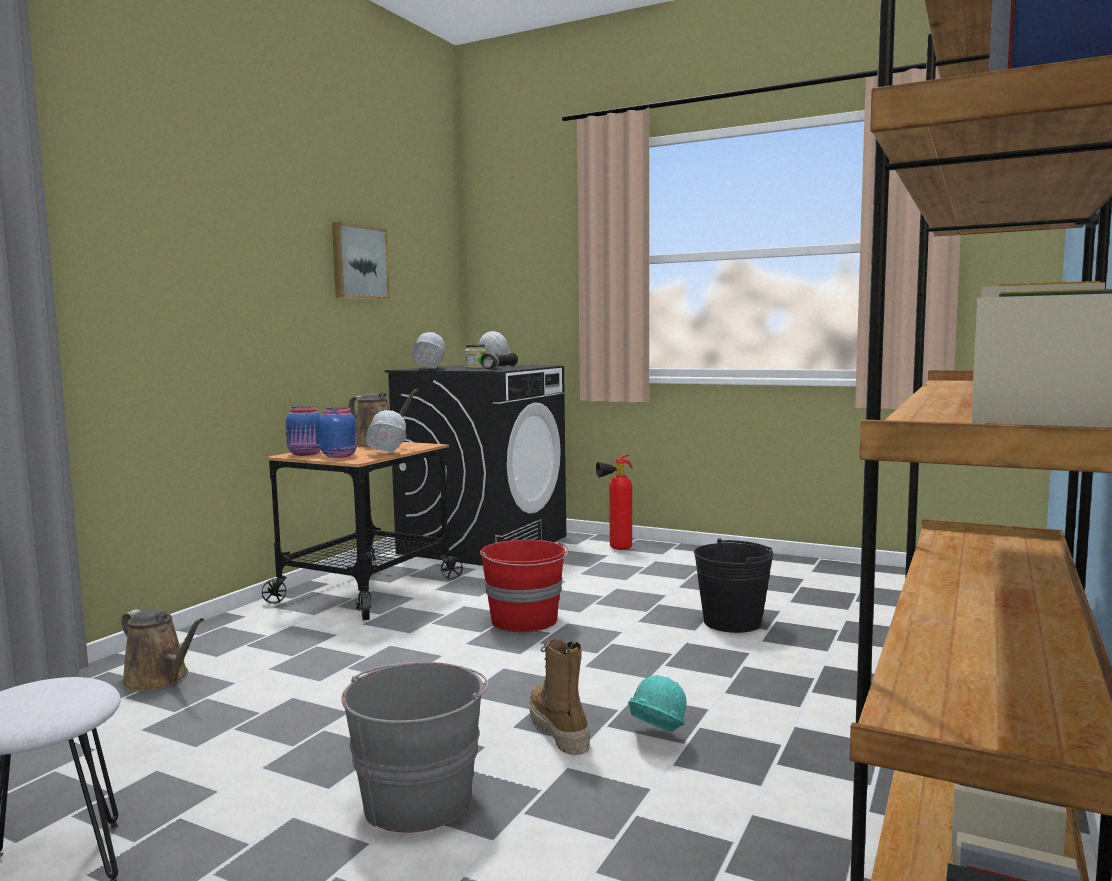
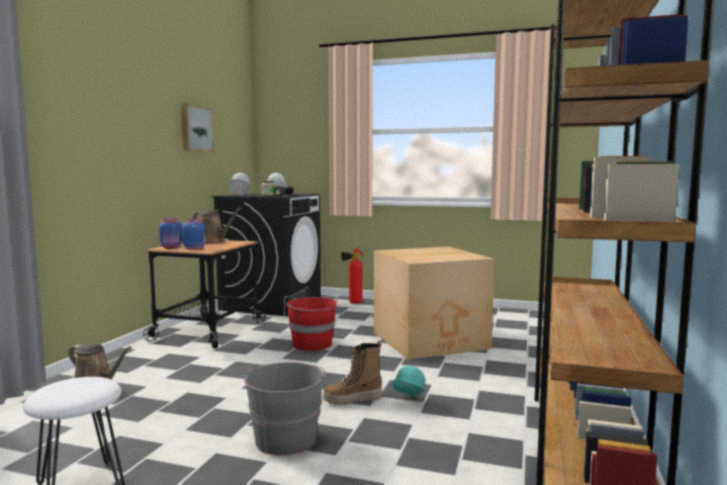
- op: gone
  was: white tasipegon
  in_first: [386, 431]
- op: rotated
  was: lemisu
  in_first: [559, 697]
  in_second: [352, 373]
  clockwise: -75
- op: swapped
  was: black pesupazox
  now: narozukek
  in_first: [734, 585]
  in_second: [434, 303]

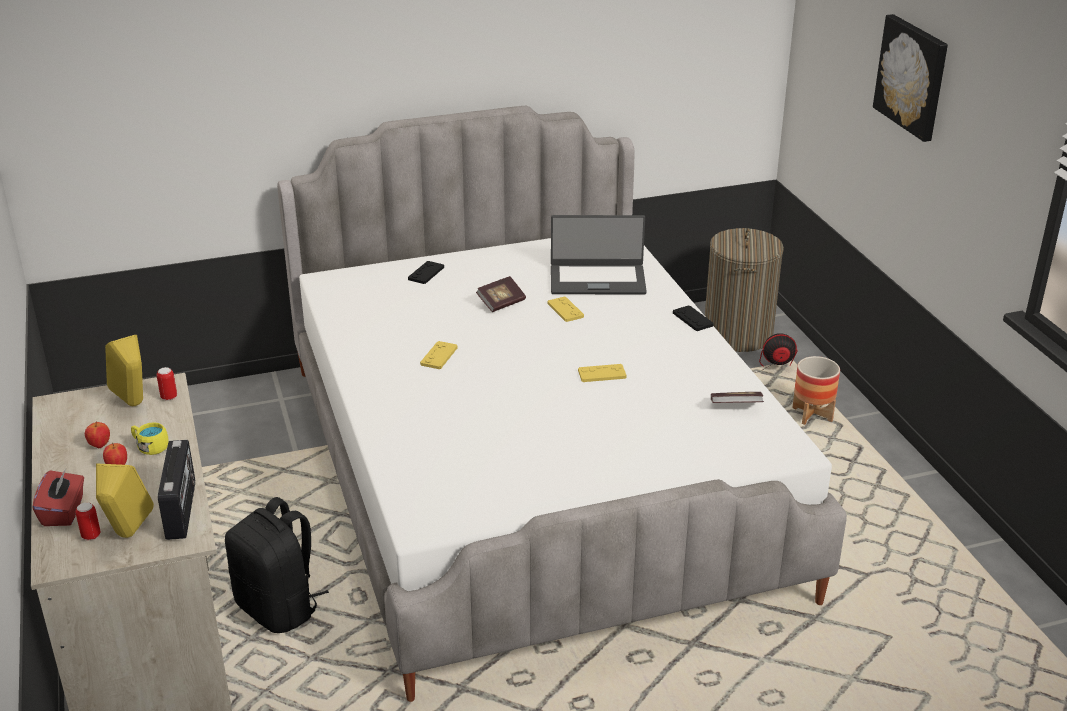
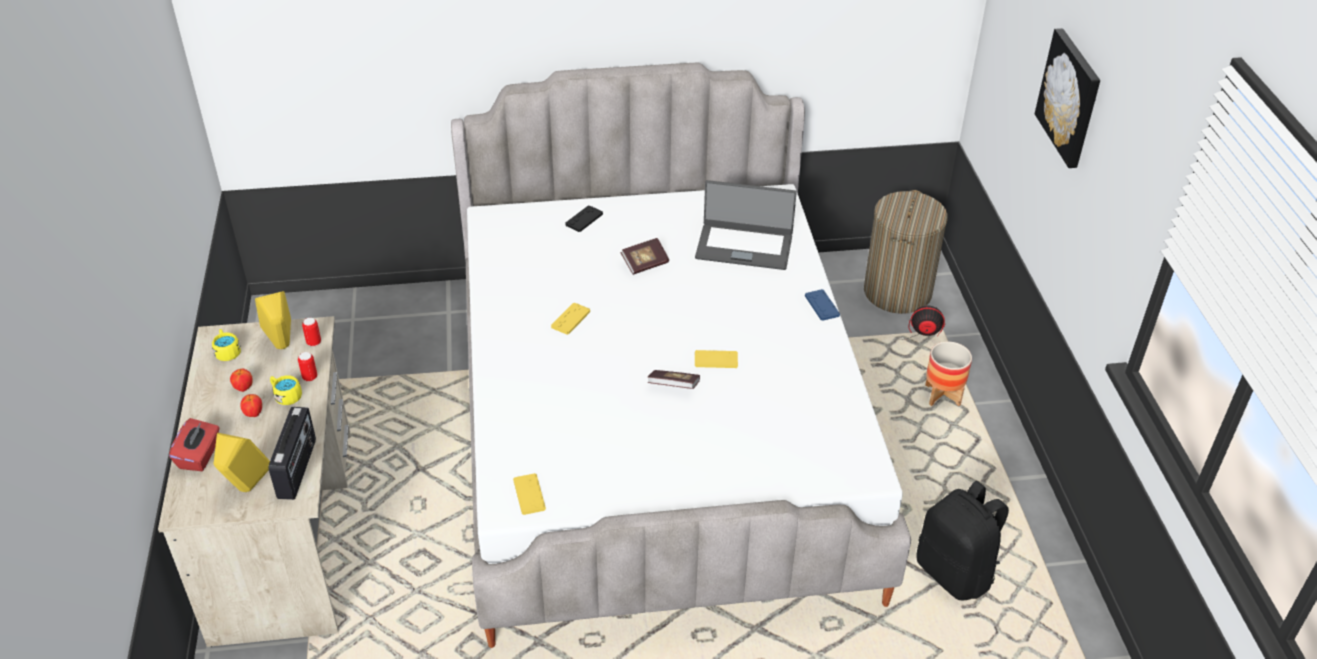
- op: shifted
  was: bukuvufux
  in_first: [88, 521]
  in_second: [307, 367]
- op: shifted
  was: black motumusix
  in_first: [277, 565]
  in_second: [963, 540]
- op: shifted
  was: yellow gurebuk
  in_first: [565, 309]
  in_second: [529, 494]
- op: repainted
  was: black gurebuk
  now: blue gurebuk
  in_first: [693, 318]
  in_second: [822, 305]
- op: shifted
  was: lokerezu
  in_first: [737, 397]
  in_second: [674, 379]
- op: new
  now: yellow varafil
  in_second: [226, 345]

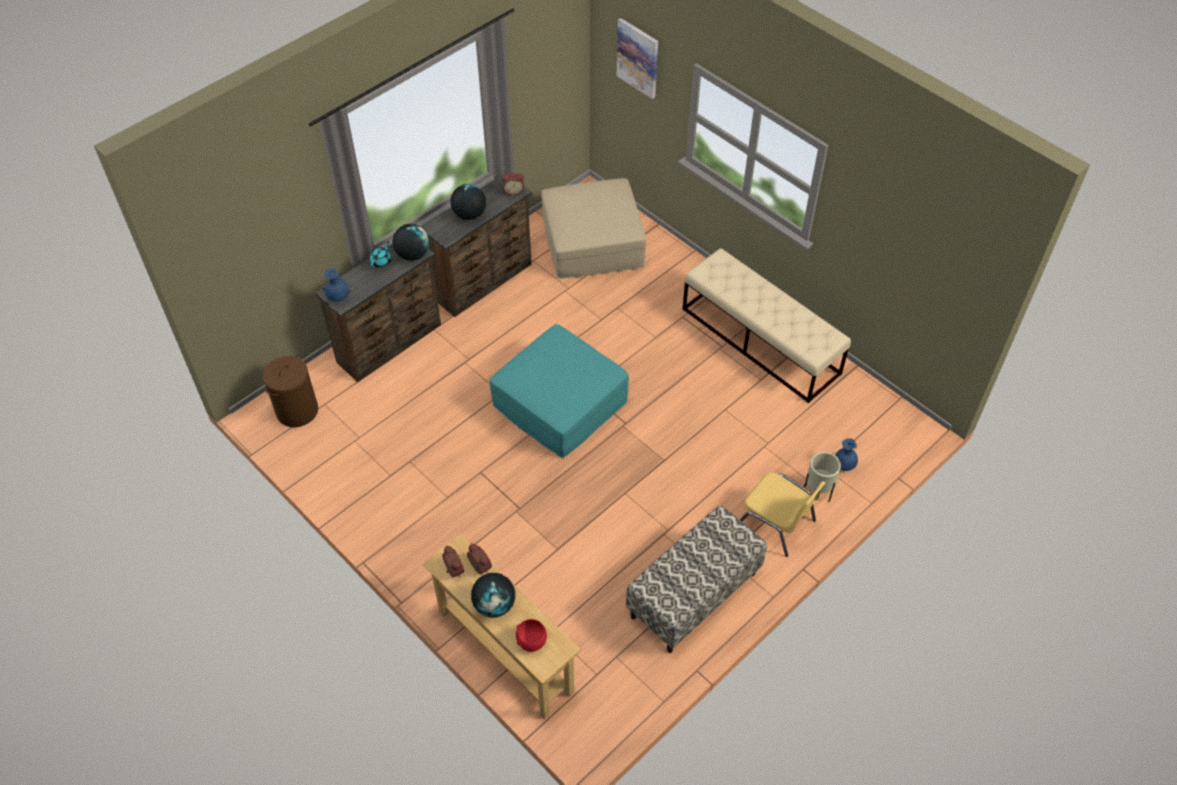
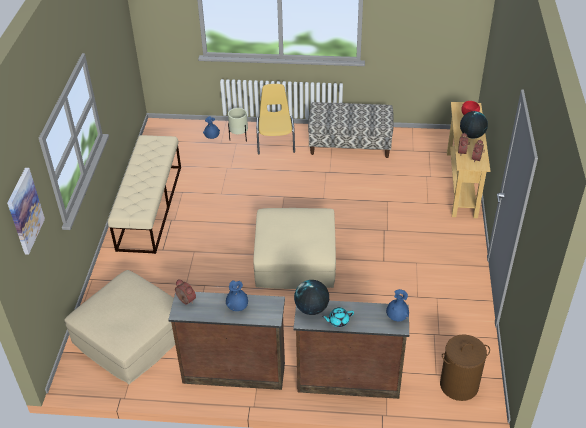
- op: swapped
  was: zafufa
  now: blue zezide
  in_first: [468, 202]
  in_second: [237, 295]
- op: repainted
  was: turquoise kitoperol
  now: beige kitoperol
  in_first: [559, 391]
  in_second: [294, 248]

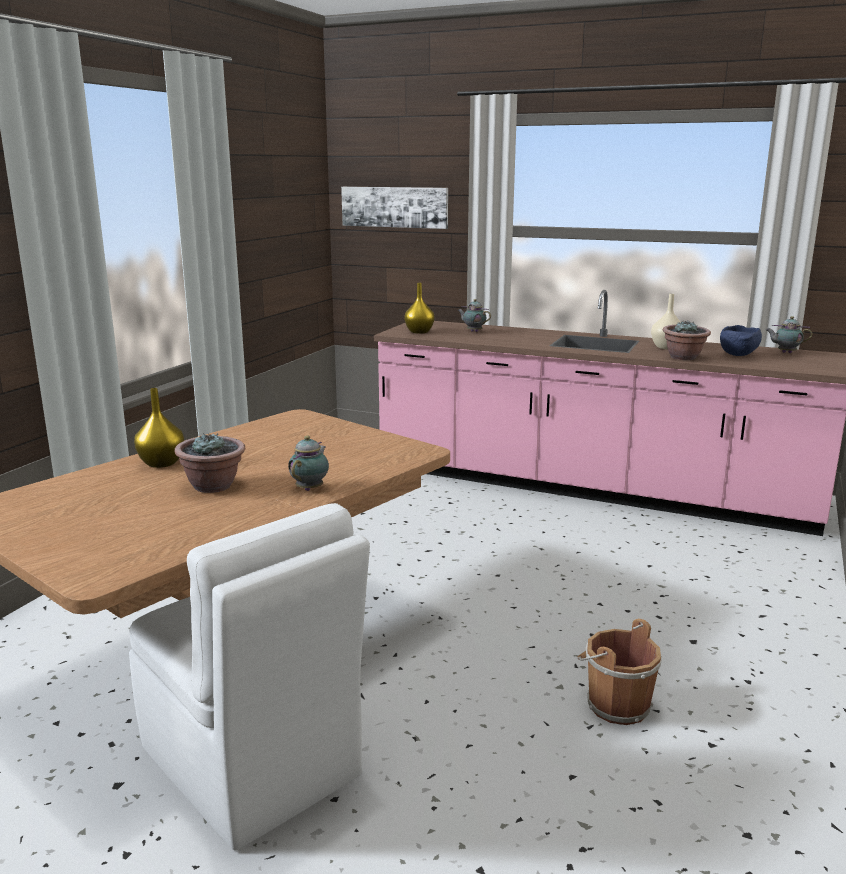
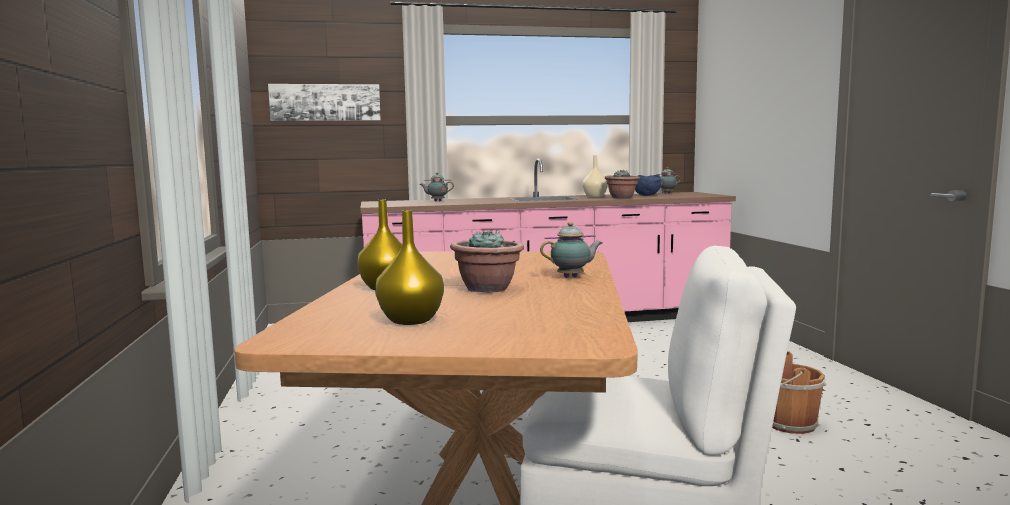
- op: rotated
  was: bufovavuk
  in_first: [308, 463]
  in_second: [571, 250]
  clockwise: 90
- op: shifted
  was: yellow zezide
  in_first: [419, 308]
  in_second: [409, 267]

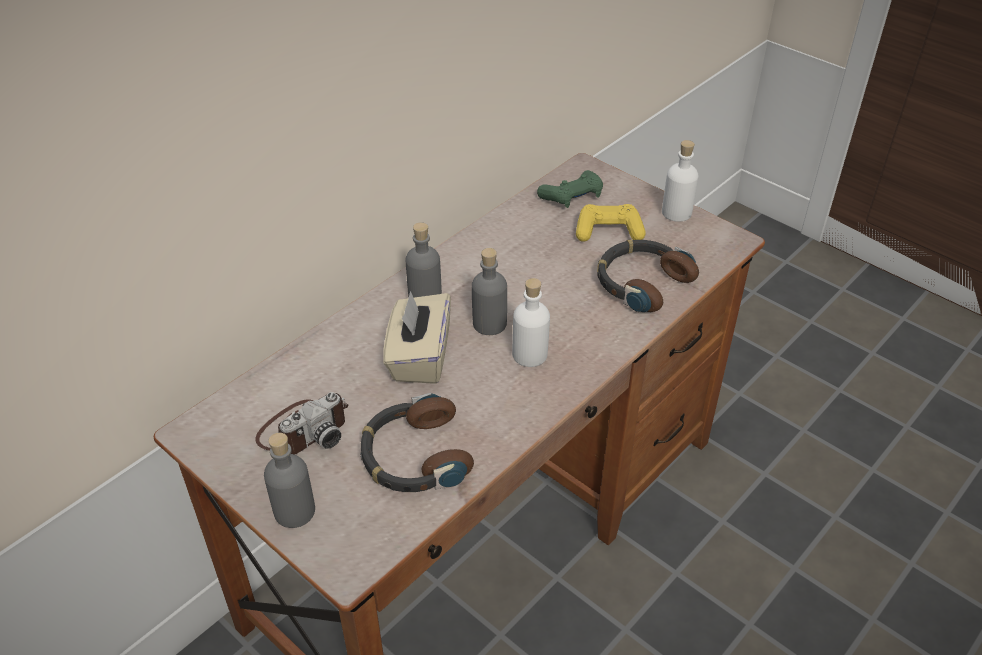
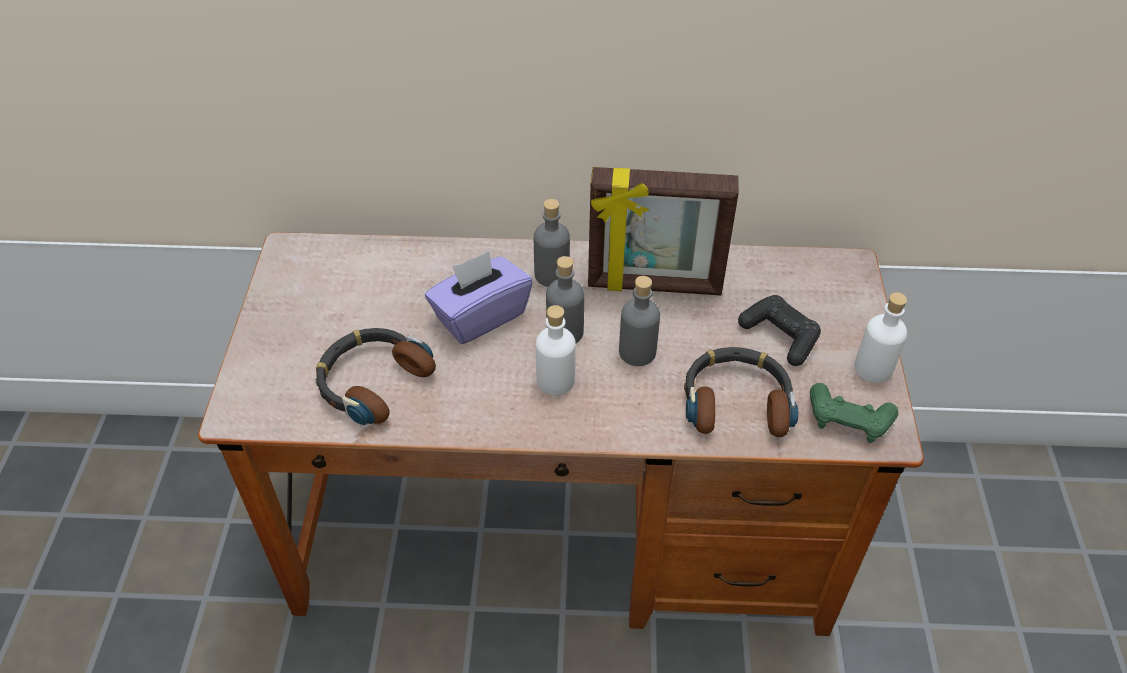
- op: gone
  was: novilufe
  in_first: [301, 423]
- op: shifted
  was: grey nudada
  in_first: [289, 480]
  in_second: [639, 321]
- op: repainted
  was: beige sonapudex
  now: purple sonapudex
  in_first: [417, 337]
  in_second: [478, 297]
- op: shifted
  was: green gurebuk
  in_first: [570, 189]
  in_second: [854, 413]
- op: repainted
  was: yellow gurebuk
  now: black gurebuk
  in_first: [611, 223]
  in_second: [779, 330]
- op: new
  now: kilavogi
  in_second: [663, 231]

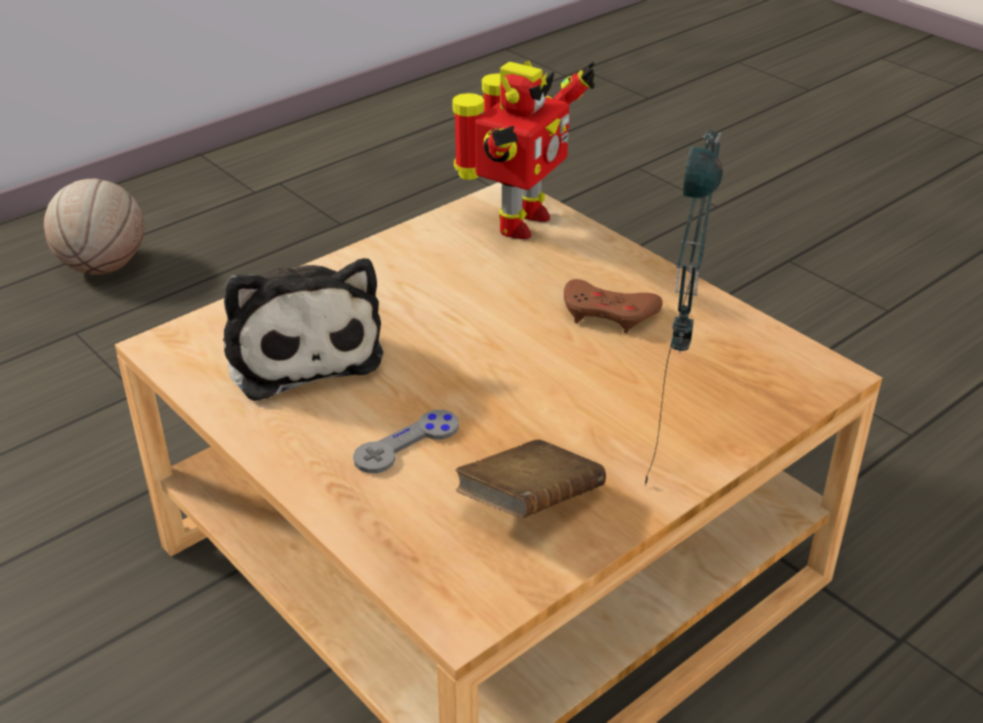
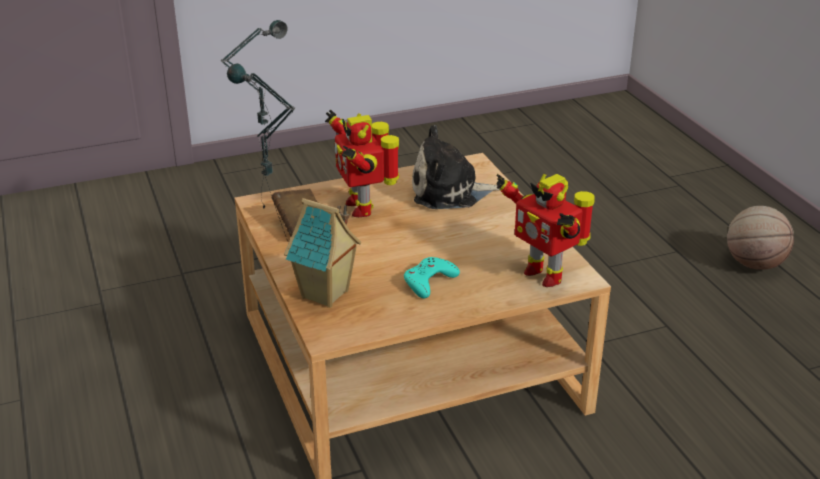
- op: swapped
  was: grey gurebuk
  now: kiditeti
  in_first: [406, 441]
  in_second: [362, 163]
- op: repainted
  was: brown gurebuk
  now: turquoise gurebuk
  in_first: [613, 306]
  in_second: [432, 277]
- op: new
  now: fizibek
  in_second: [254, 115]
- op: new
  now: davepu
  in_second: [322, 253]

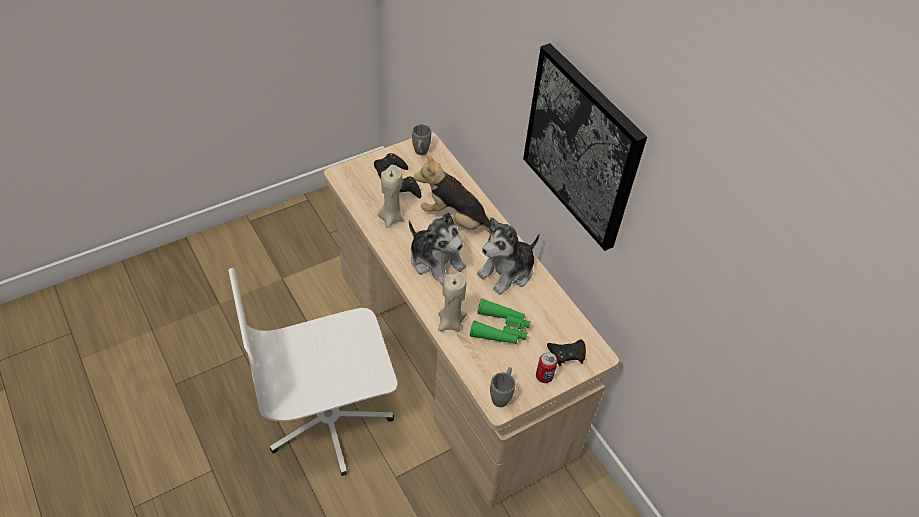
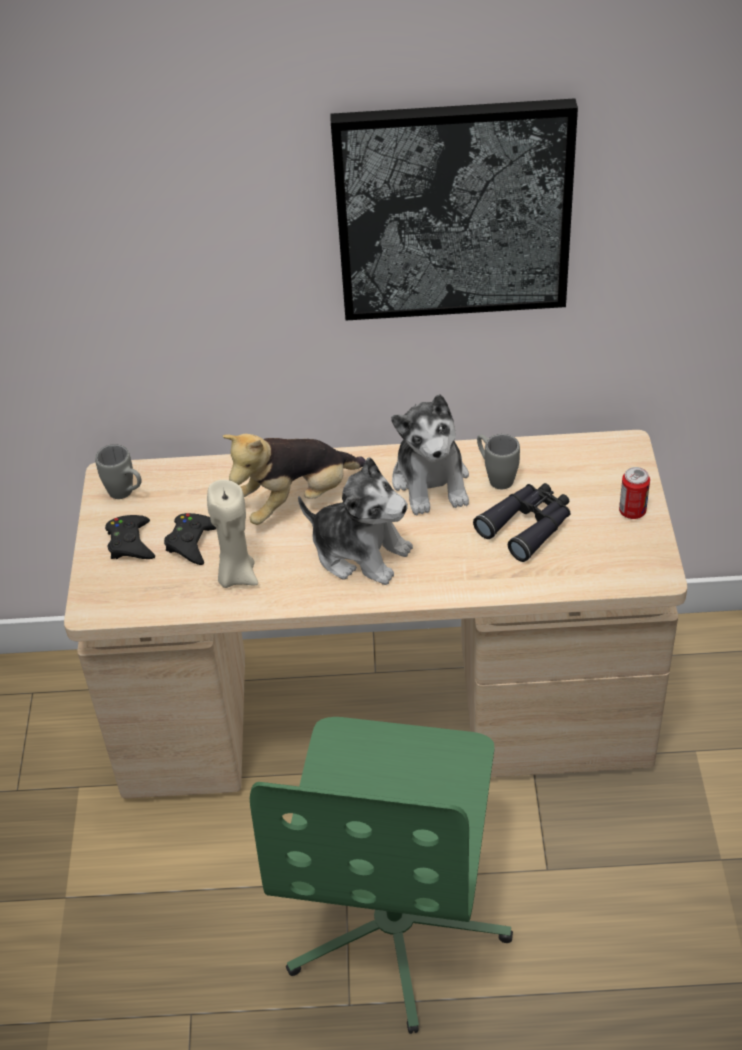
- op: repainted
  was: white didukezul
  now: green didukezul
  in_first: [313, 372]
  in_second: [381, 875]
- op: rotated
  was: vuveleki
  in_first: [437, 248]
  in_second: [355, 521]
  clockwise: 45
- op: gone
  was: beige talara
  in_first: [452, 302]
- op: repainted
  was: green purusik
  now: black purusik
  in_first: [500, 321]
  in_second: [521, 522]
- op: shifted
  was: grey varafil
  in_first: [502, 387]
  in_second: [498, 461]
- op: gone
  was: black gurebuk
  in_first: [566, 352]

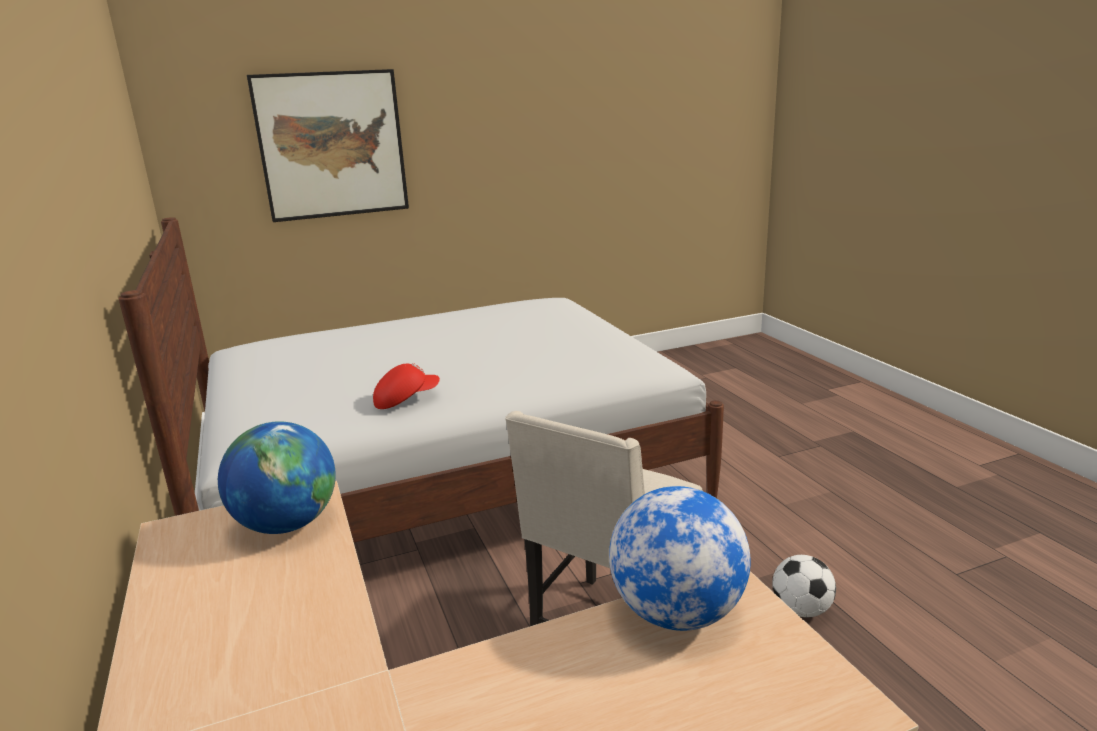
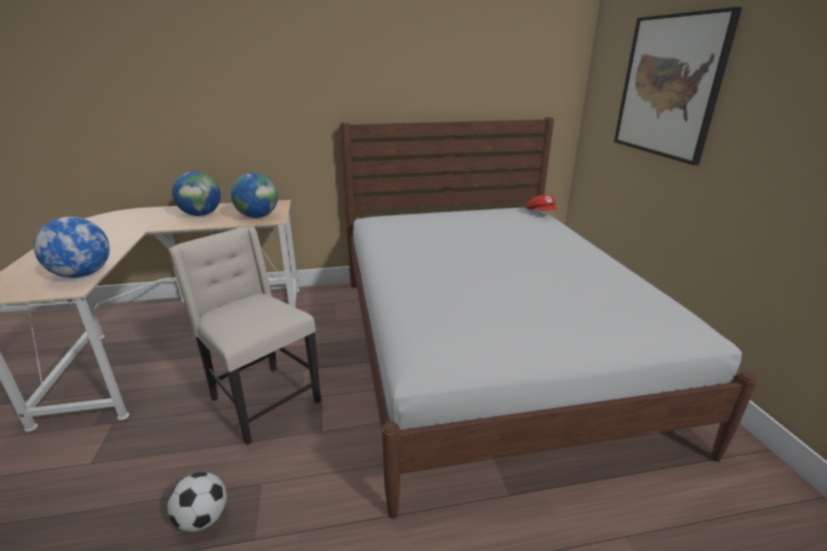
- op: shifted
  was: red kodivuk
  in_first: [406, 386]
  in_second: [542, 203]
- op: new
  now: zafufa
  in_second: [196, 193]

